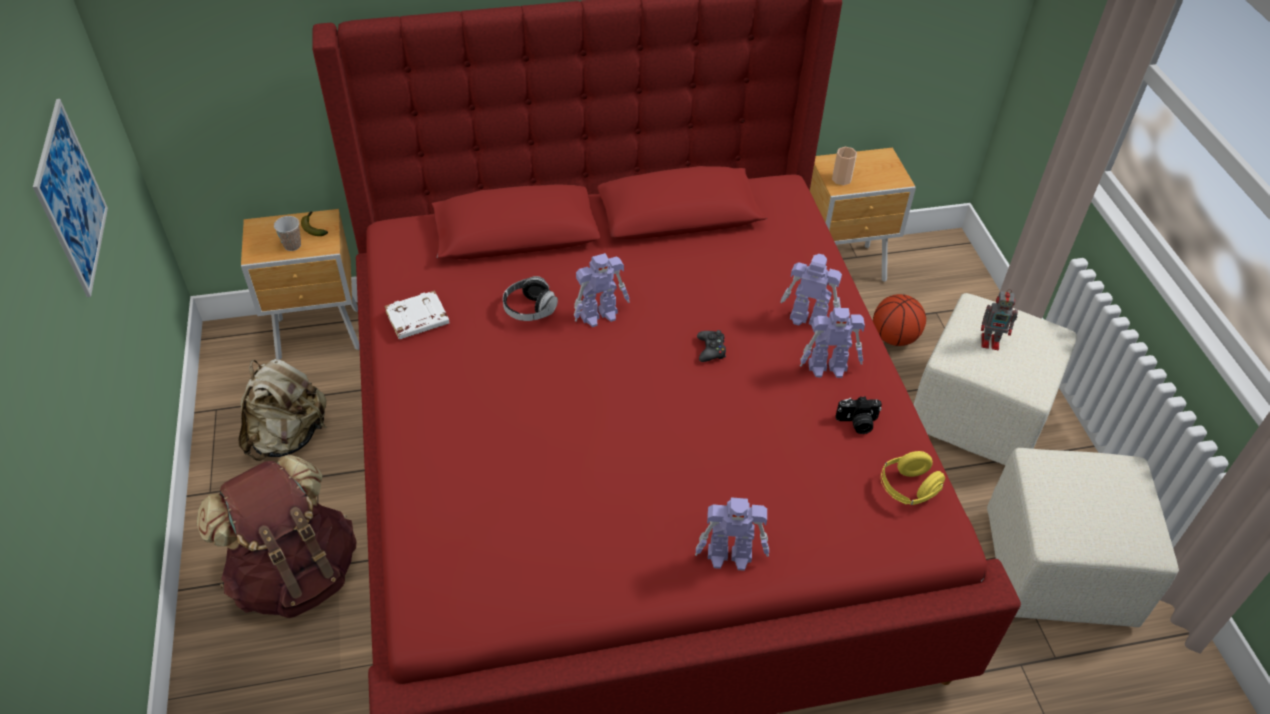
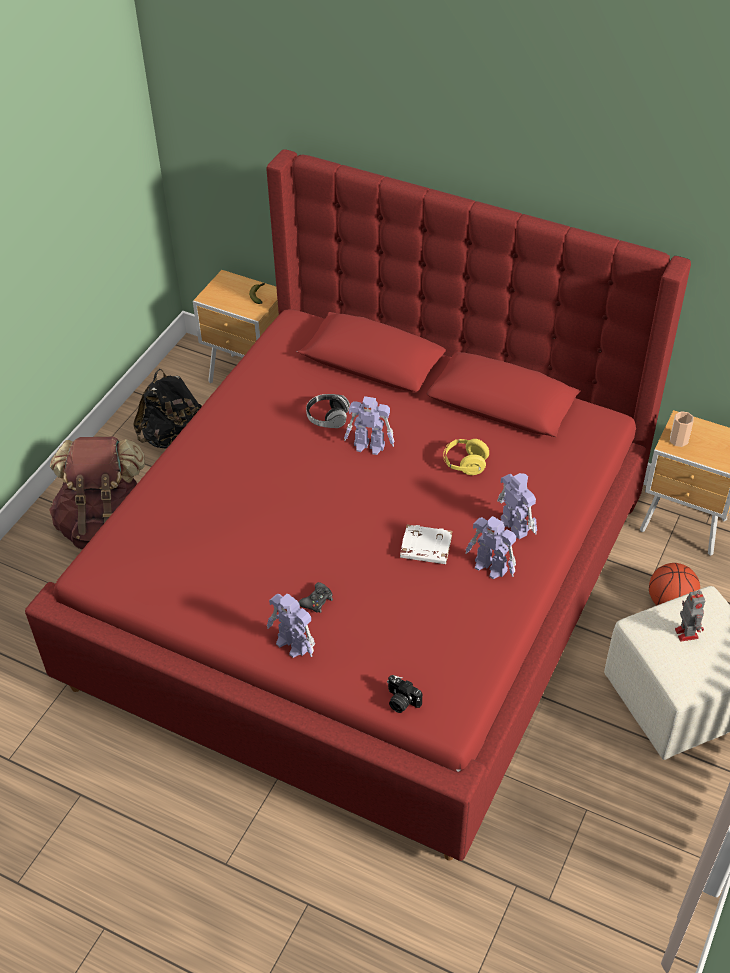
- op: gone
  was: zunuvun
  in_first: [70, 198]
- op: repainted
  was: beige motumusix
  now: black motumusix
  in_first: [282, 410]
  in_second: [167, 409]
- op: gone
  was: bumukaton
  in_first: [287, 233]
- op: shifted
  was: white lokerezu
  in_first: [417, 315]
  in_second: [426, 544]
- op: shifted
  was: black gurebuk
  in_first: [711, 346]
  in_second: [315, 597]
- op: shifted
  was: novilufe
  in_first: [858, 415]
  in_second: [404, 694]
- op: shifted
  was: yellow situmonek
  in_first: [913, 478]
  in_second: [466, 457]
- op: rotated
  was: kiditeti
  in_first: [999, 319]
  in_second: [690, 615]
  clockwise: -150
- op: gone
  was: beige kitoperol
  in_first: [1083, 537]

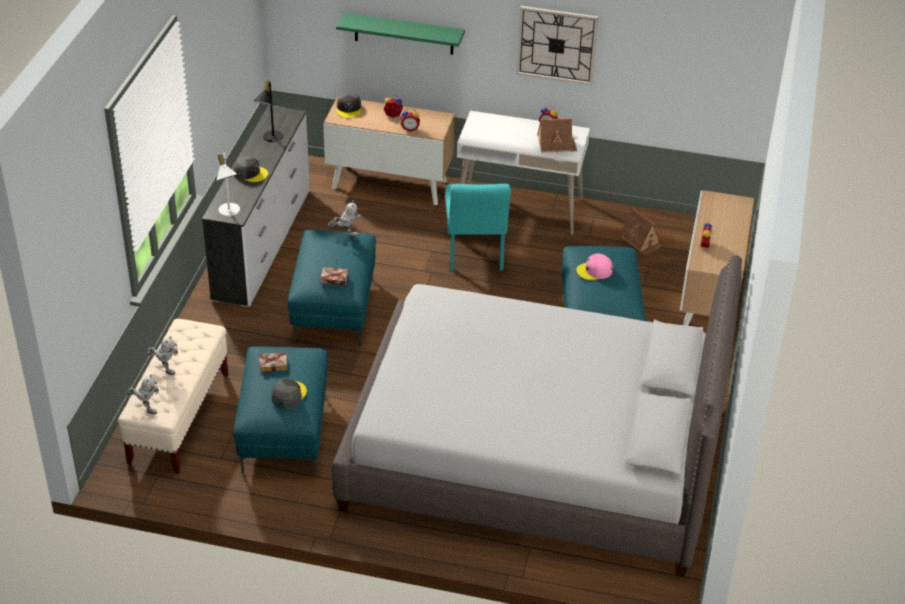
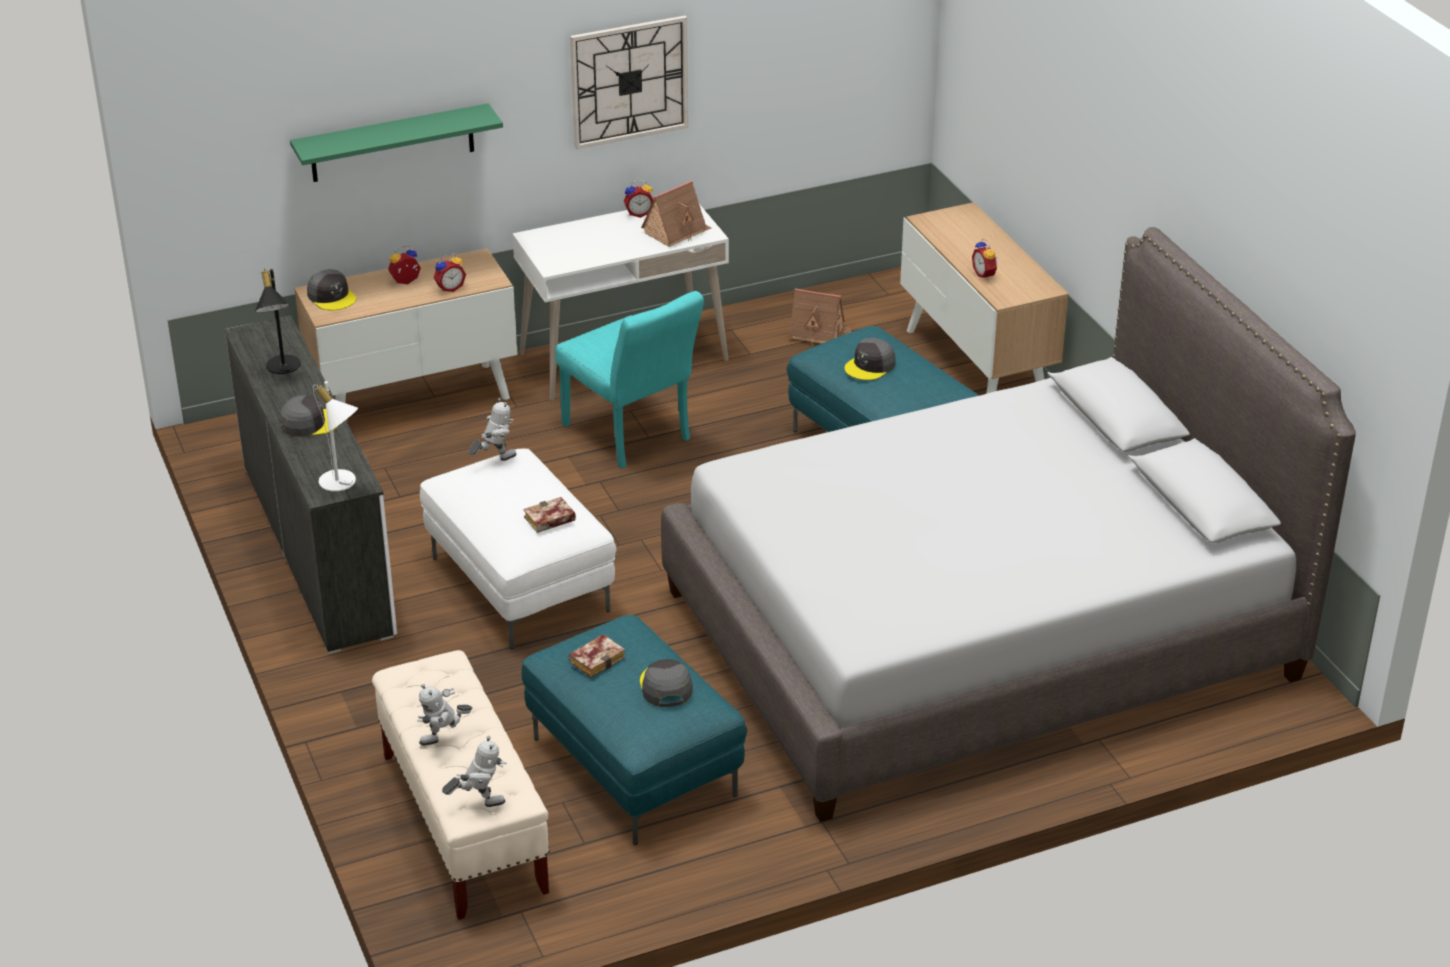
- op: rotated
  was: kiditeti
  in_first: [162, 355]
  in_second: [444, 715]
  clockwise: 150
- op: repainted
  was: turquoise kitoperol
  now: white kitoperol
  in_first: [331, 287]
  in_second: [518, 549]
- op: repainted
  was: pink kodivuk
  now: grey kodivuk
  in_first: [594, 266]
  in_second: [870, 359]

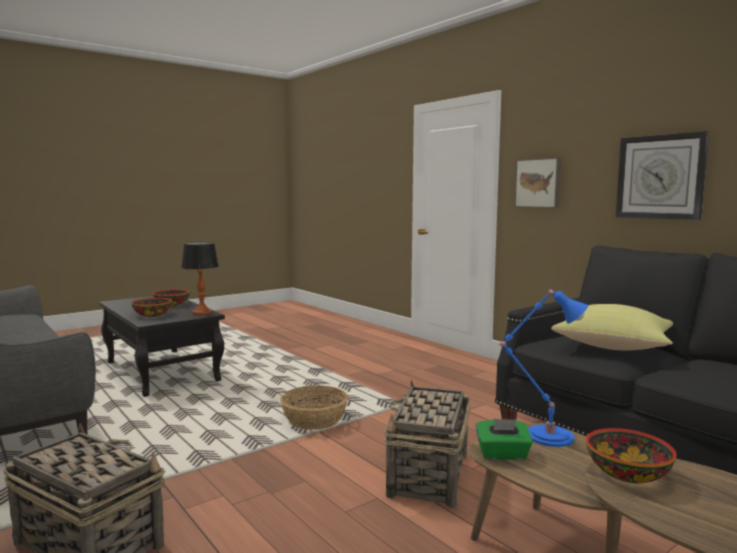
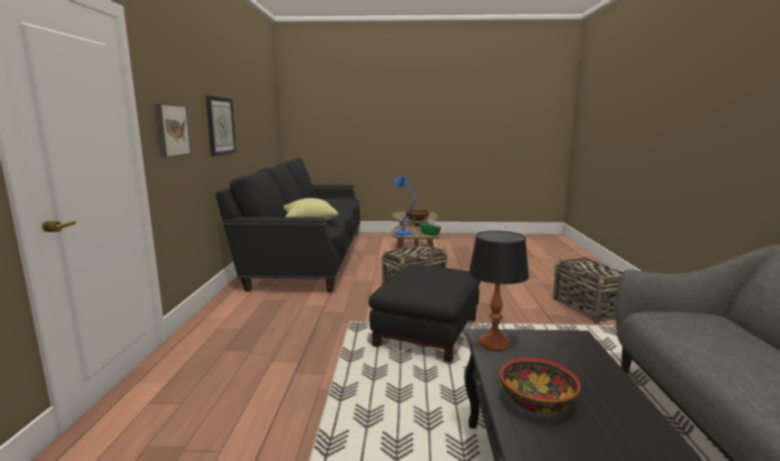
- op: gone
  was: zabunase
  in_first: [151, 307]
- op: swapped
  was: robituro
  now: black kitoperol
  in_first: [314, 407]
  in_second: [425, 313]

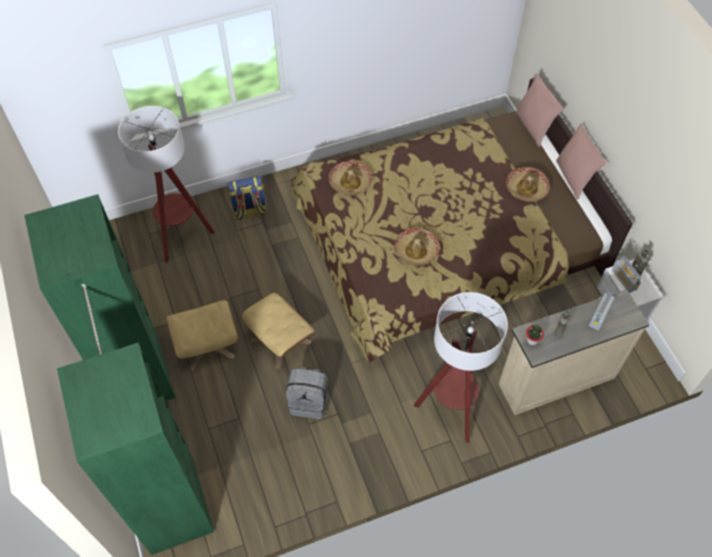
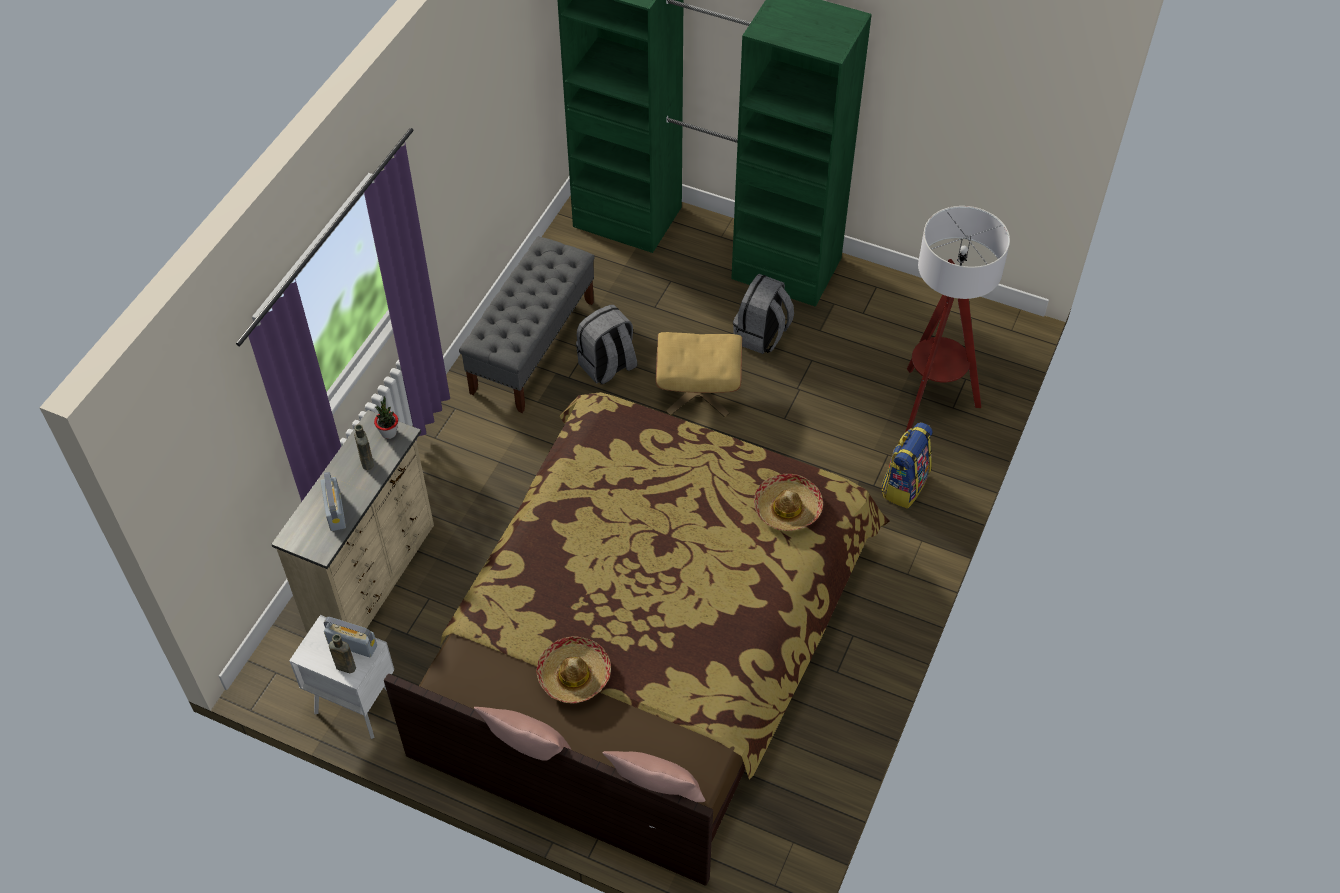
- op: swapped
  was: beige kitoperol
  now: grey motumusix
  in_first: [202, 335]
  in_second: [763, 314]
- op: gone
  was: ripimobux
  in_first: [417, 246]
- op: gone
  was: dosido
  in_first: [461, 367]
- op: new
  now: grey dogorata
  in_second: [527, 325]

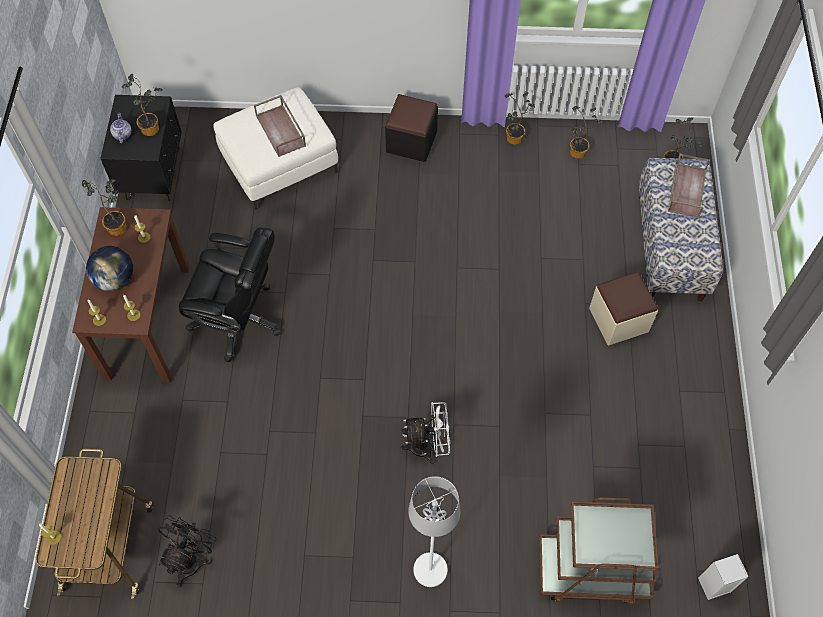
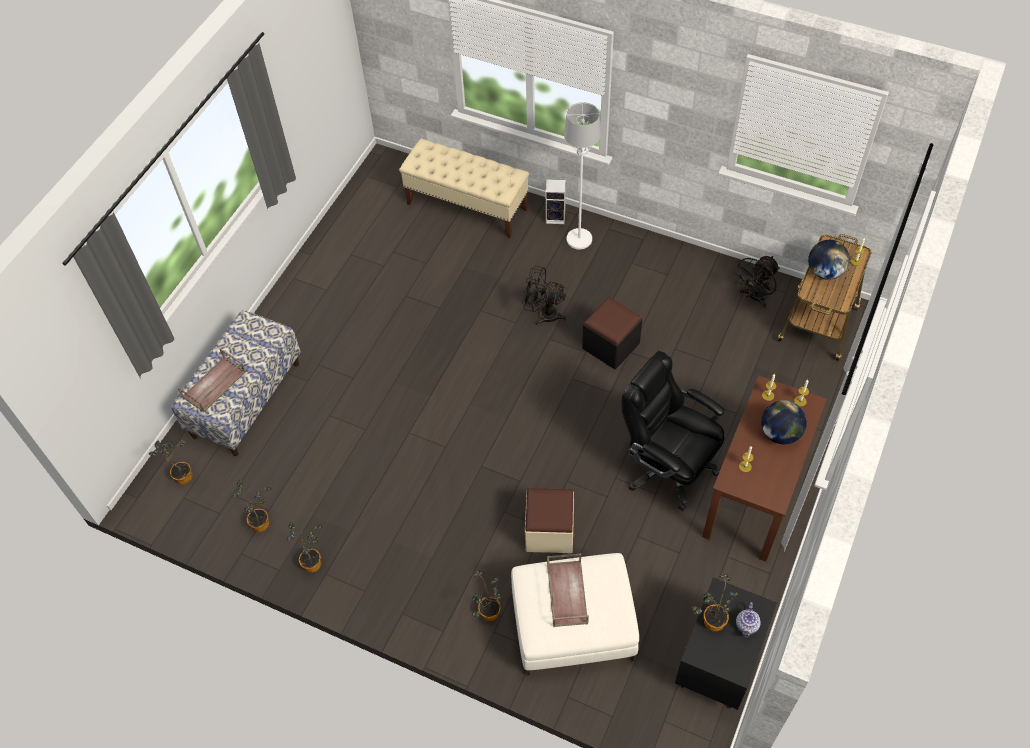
- op: shifted
  was: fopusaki
  in_first: [104, 207]
  in_second: [486, 596]
- op: shifted
  was: black kitoperol
  in_first: [411, 128]
  in_second: [612, 333]
- op: repainted
  was: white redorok
  now: black redorok
  in_first: [425, 433]
  in_second: [544, 296]
- op: swapped
  was: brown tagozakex
  now: beige dogorata
  in_first: [599, 551]
  in_second: [464, 188]
- op: shifted
  was: beige kitoperol
  in_first: [623, 308]
  in_second: [549, 520]
- op: shifted
  was: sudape
  in_first: [723, 577]
  in_second: [556, 201]
- op: new
  now: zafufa
  in_second: [829, 260]

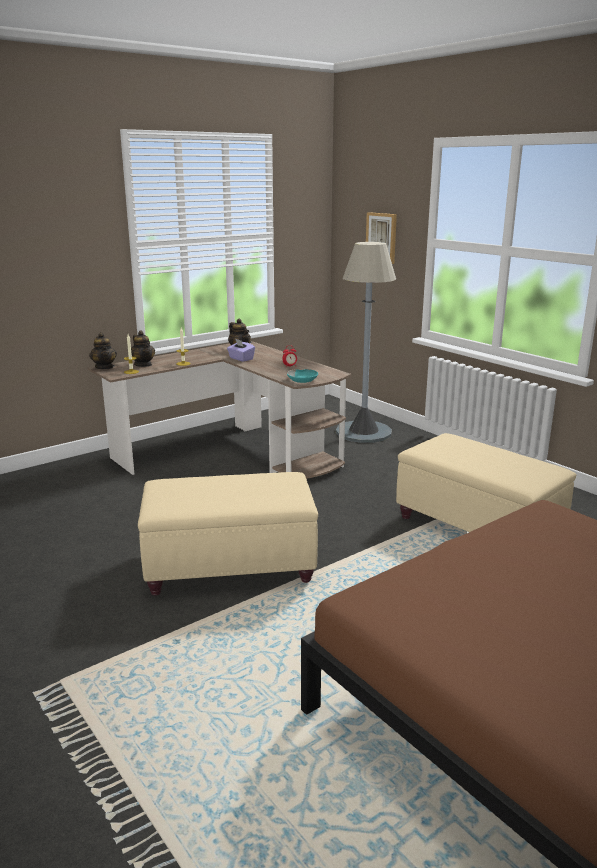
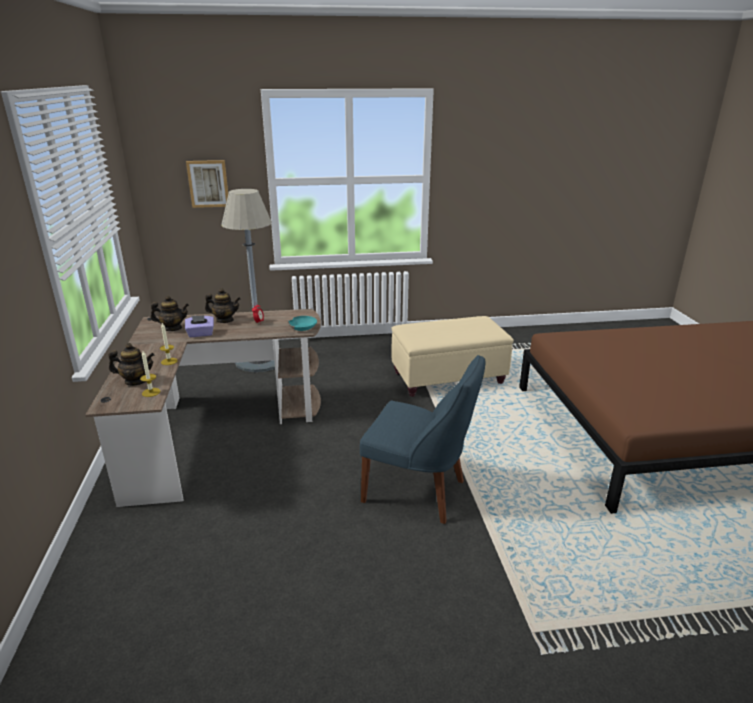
- op: shifted
  was: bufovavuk
  in_first: [103, 350]
  in_second: [223, 305]
- op: swapped
  was: beige kitoperol
  now: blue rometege
  in_first: [228, 533]
  in_second: [422, 439]

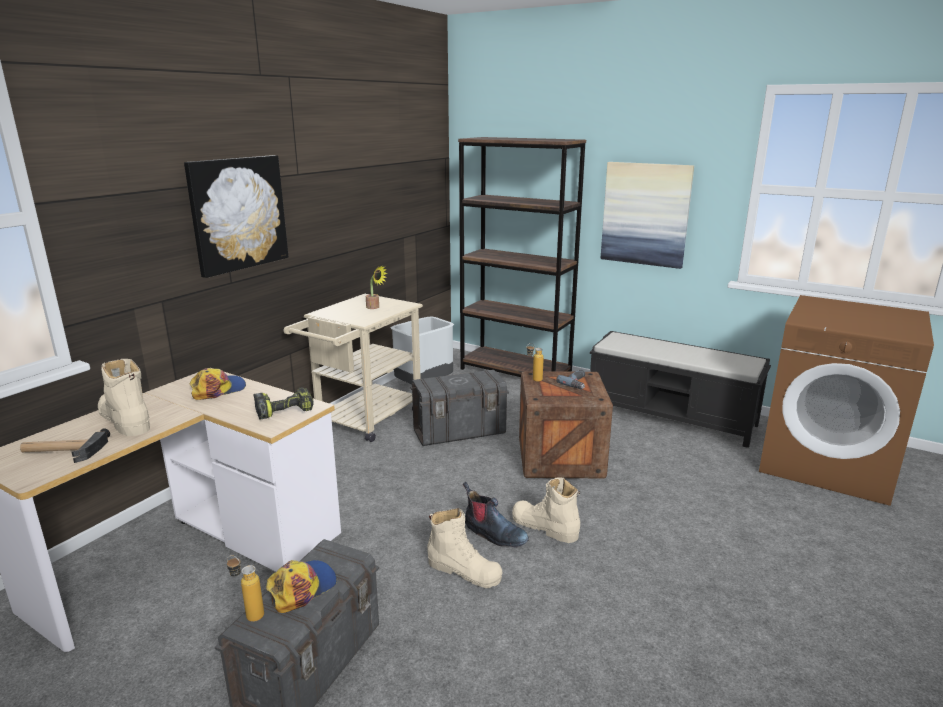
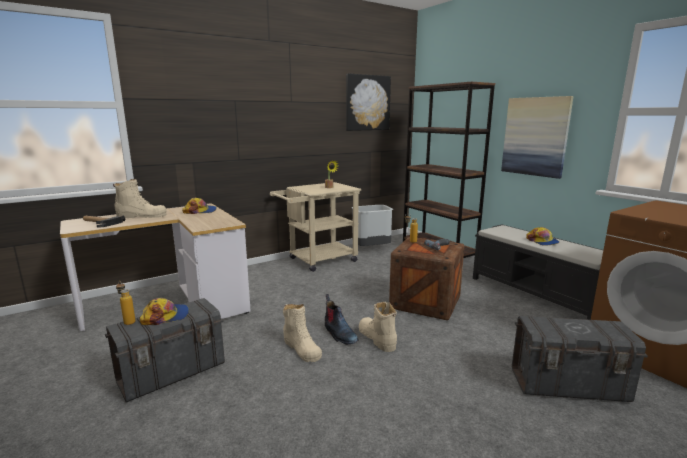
- op: rotated
  was: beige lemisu
  in_first: [124, 397]
  in_second: [140, 198]
  clockwise: 105
- op: shifted
  was: zunuvun
  in_first: [236, 216]
  in_second: [368, 102]
- op: gone
  was: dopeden
  in_first: [284, 403]
- op: shifted
  was: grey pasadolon
  in_first: [459, 408]
  in_second: [580, 359]
- op: new
  now: kodivuk
  in_second: [542, 236]

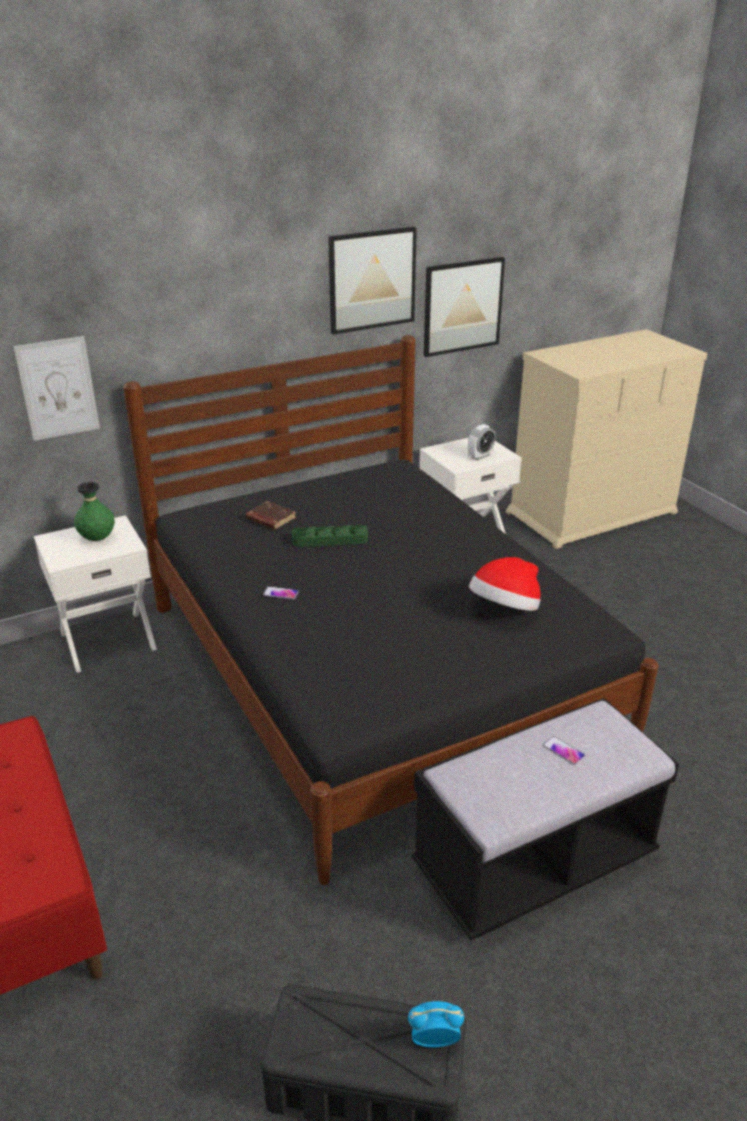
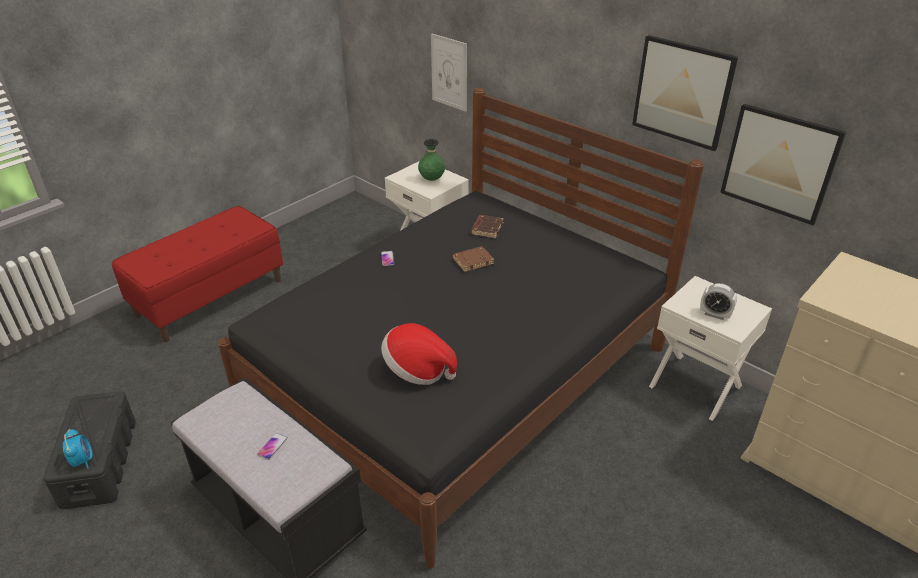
- op: swapped
  was: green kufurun
  now: brown lokerezu
  in_first: [330, 536]
  in_second: [473, 259]

